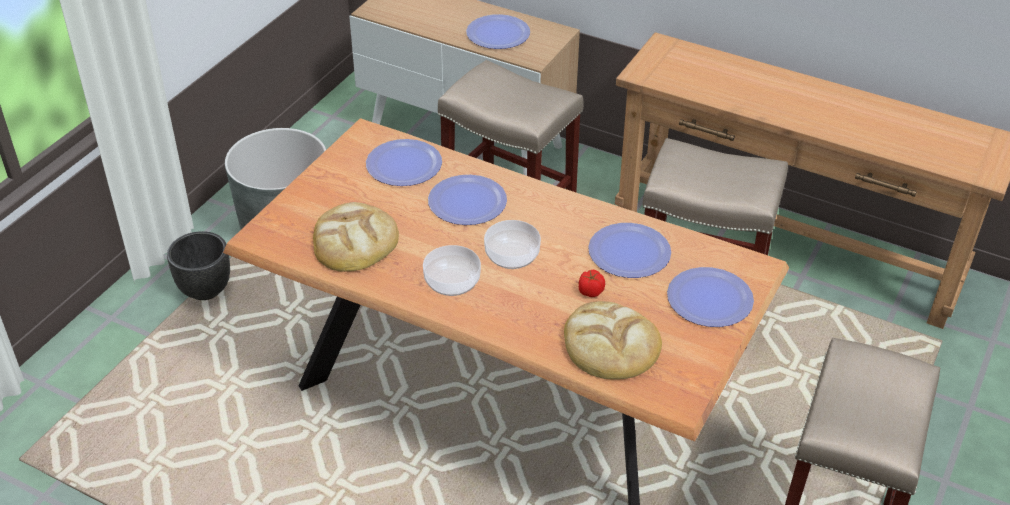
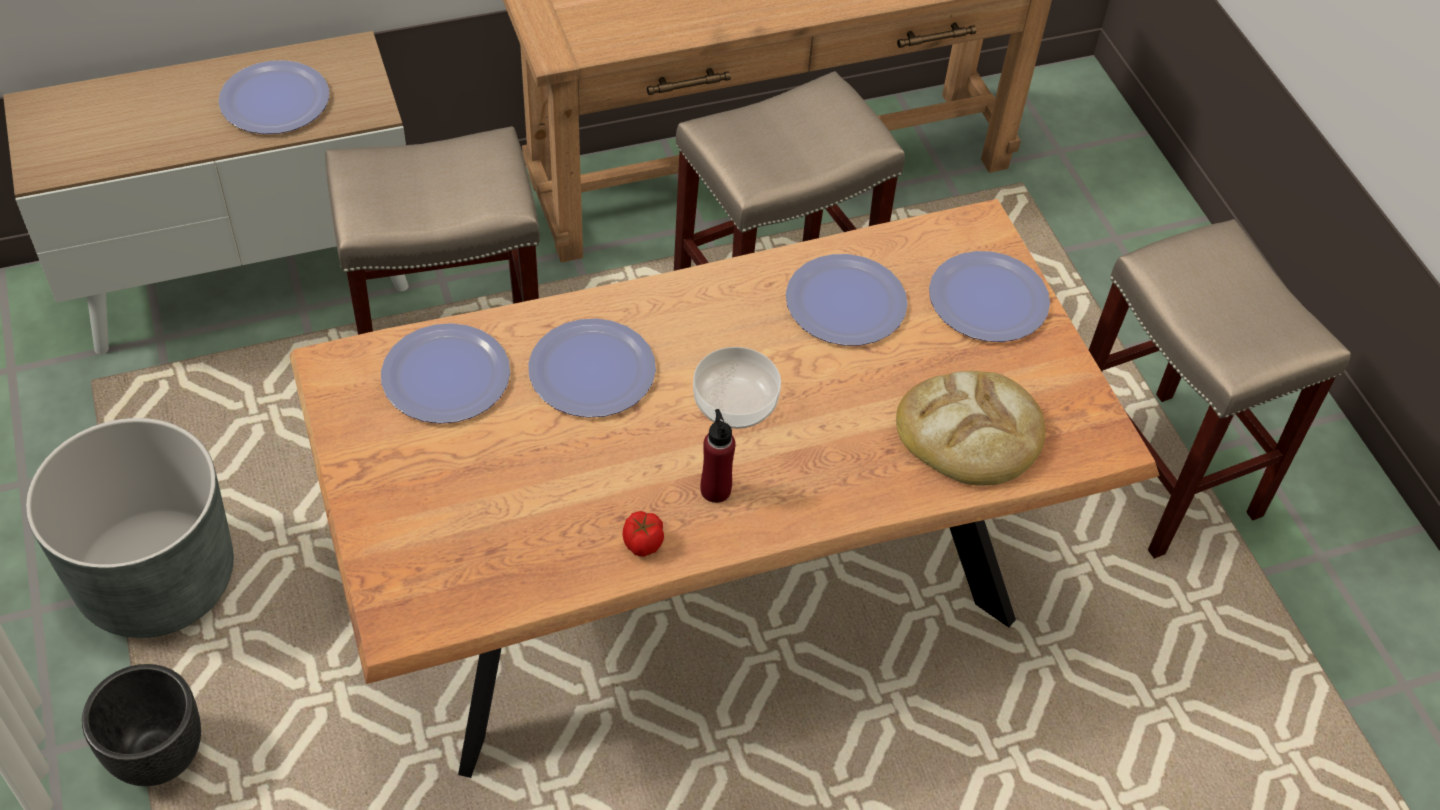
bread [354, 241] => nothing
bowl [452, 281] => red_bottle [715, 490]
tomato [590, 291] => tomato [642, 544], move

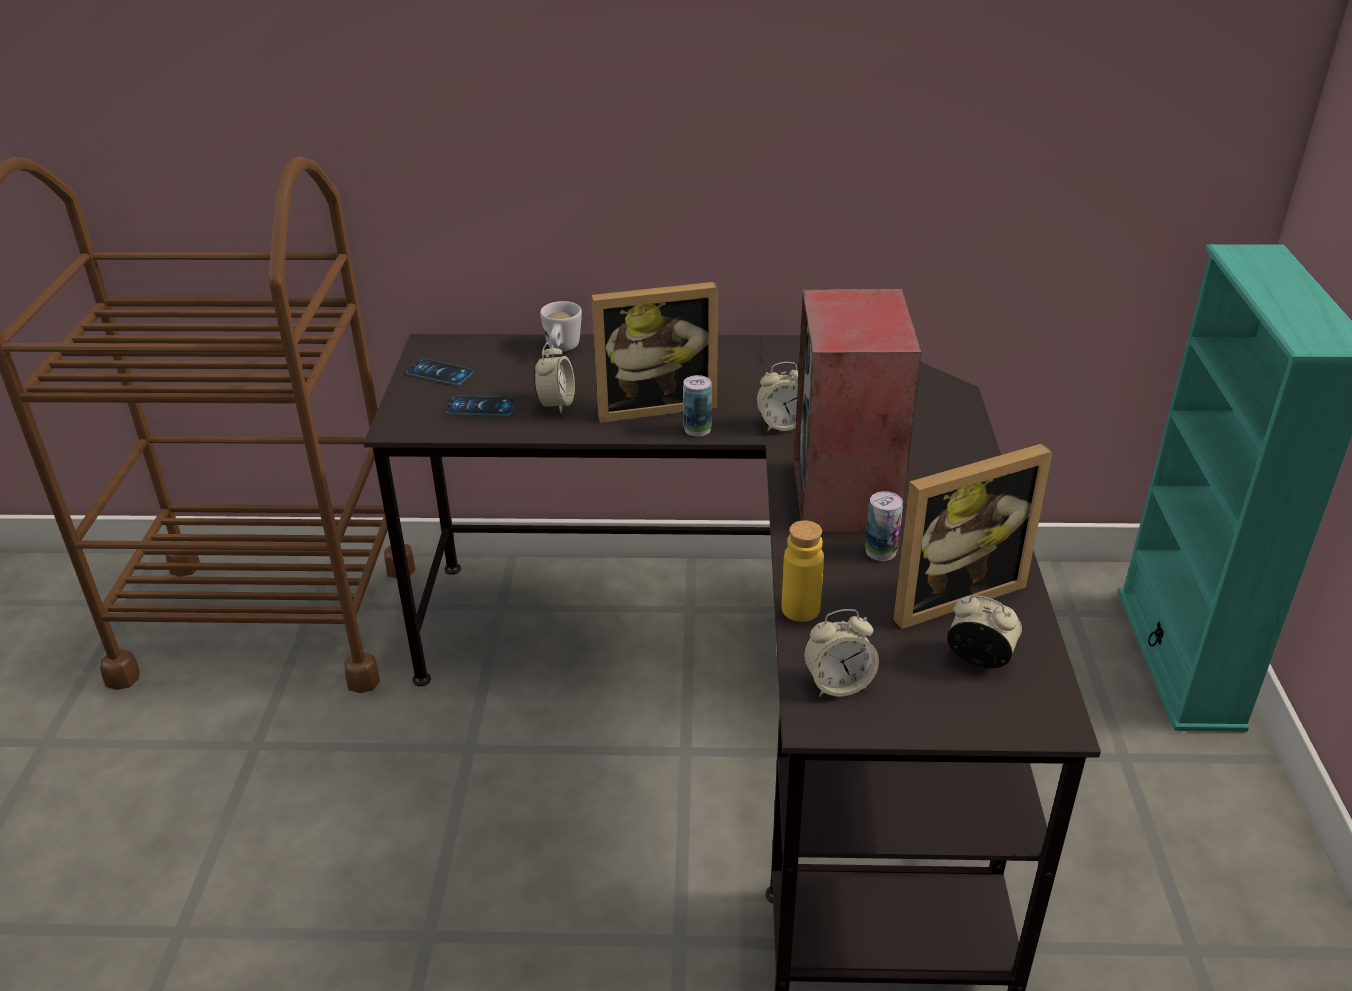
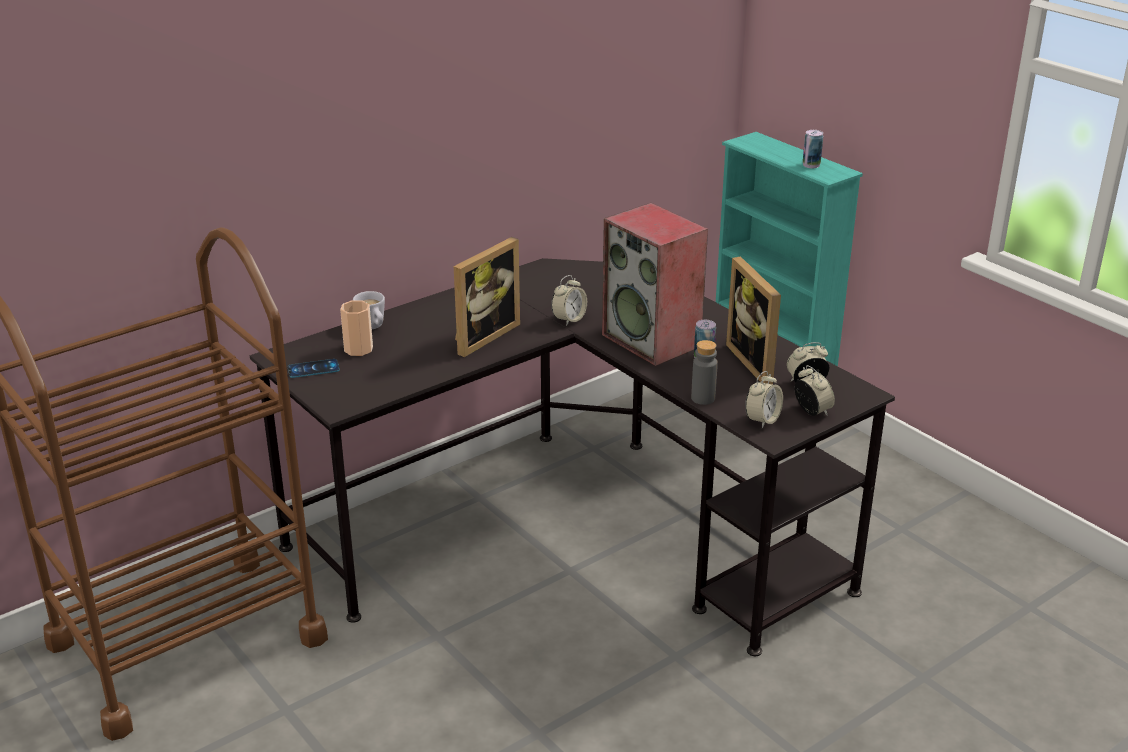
alarm_clock [556, 404] => alarm_clock [812, 411], move
can [697, 429] => can [811, 165], move
phone [480, 406] => nothing
picture_frame [950, 593] => picture_frame [758, 363], 135 degrees clockwise
yellow_bottle [800, 609] => grey_bottle [703, 398]
nothing => cup [358, 349]

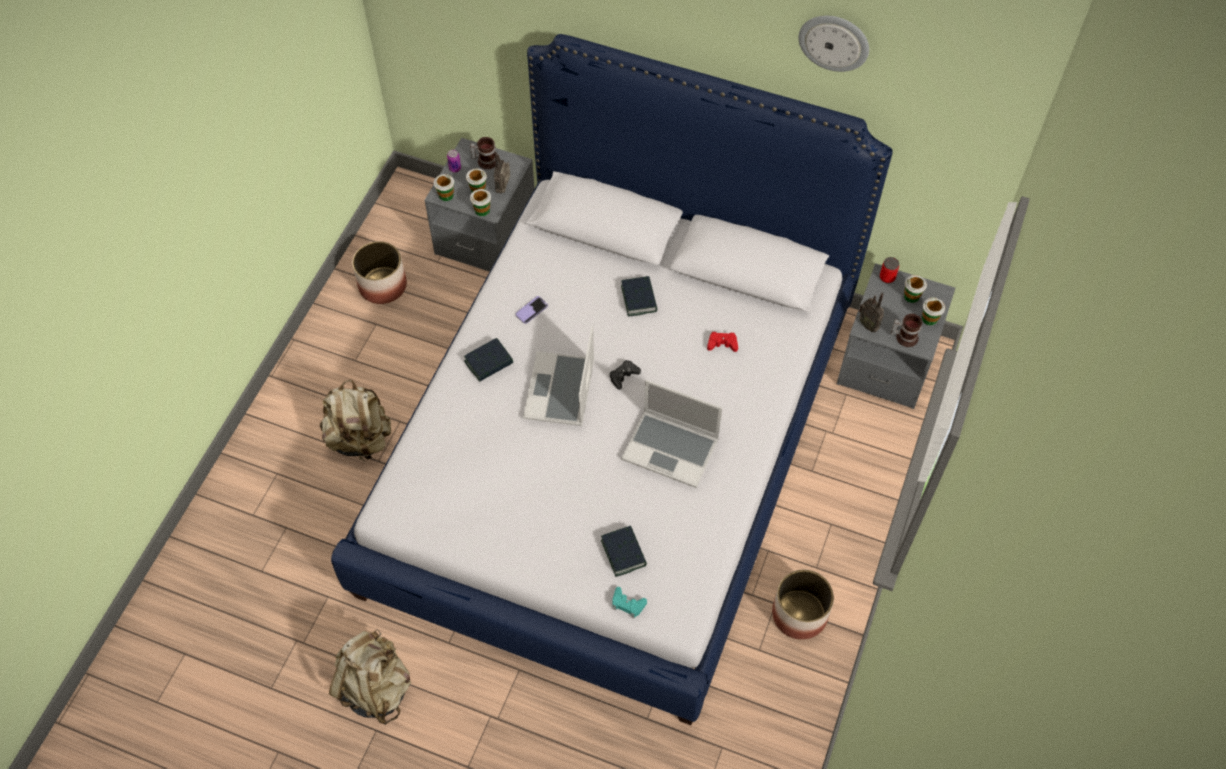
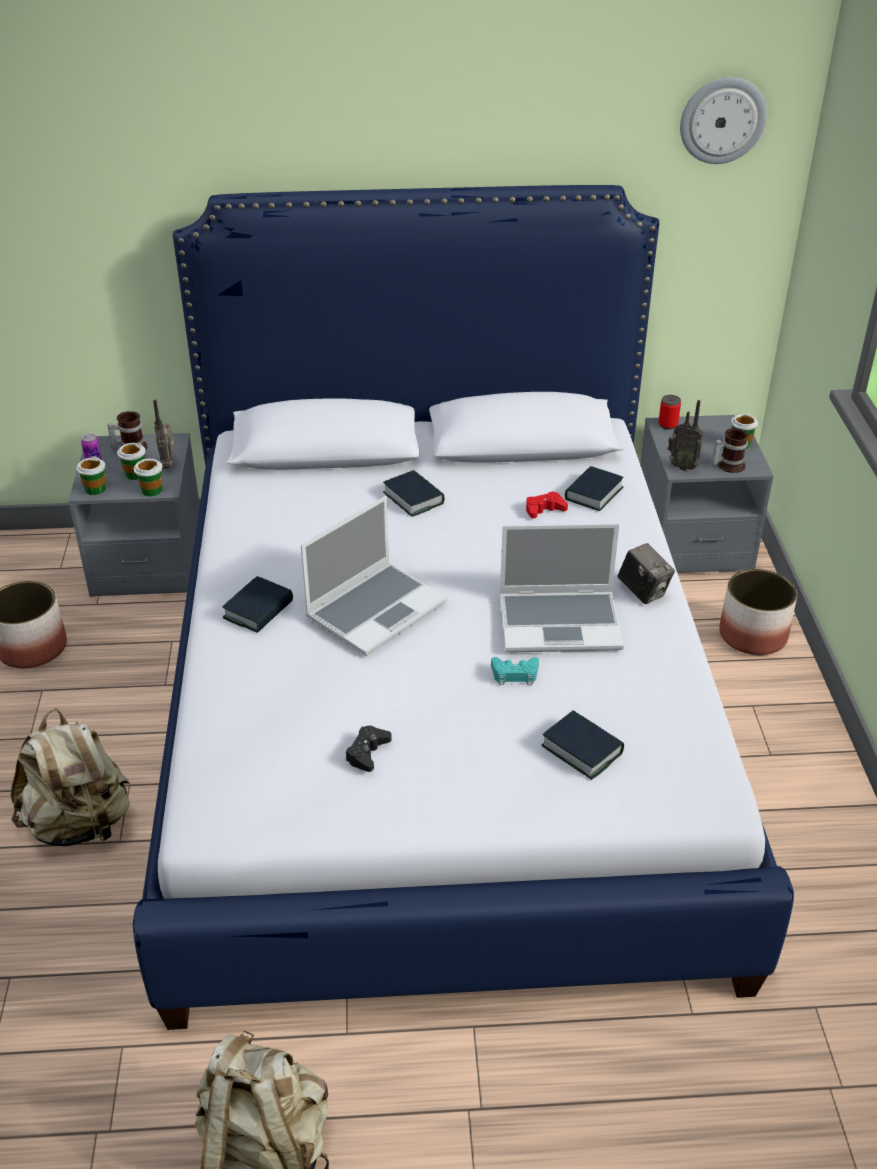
wall_clock [834, 42] => wall_clock [722, 120], move
cup [911, 296] => nothing
phone [531, 310] => nothing
laptop [560, 391] => laptop [376, 609], 120 degrees counterclockwise
black_game_controller [623, 376] => black_game_controller [367, 752], move
planter [800, 614] => planter [753, 635], move
turquoise_game_controller [627, 604] => turquoise_game_controller [515, 674], move
nothing => book [593, 494]
nothing => photo_camera [643, 591]

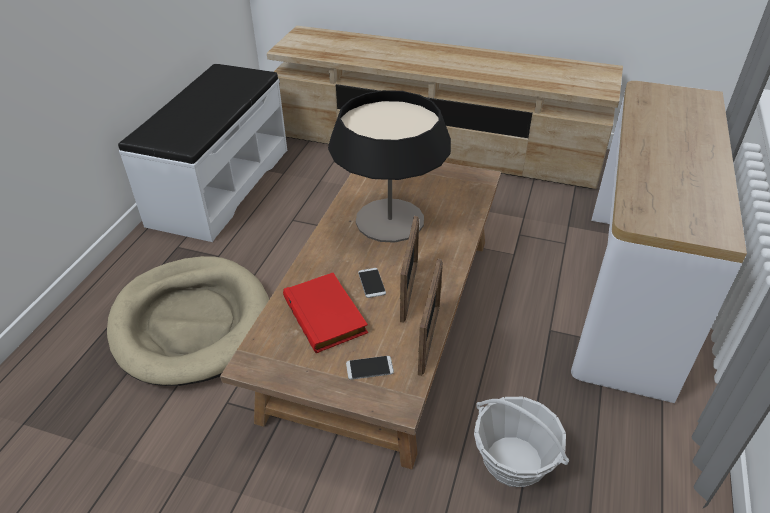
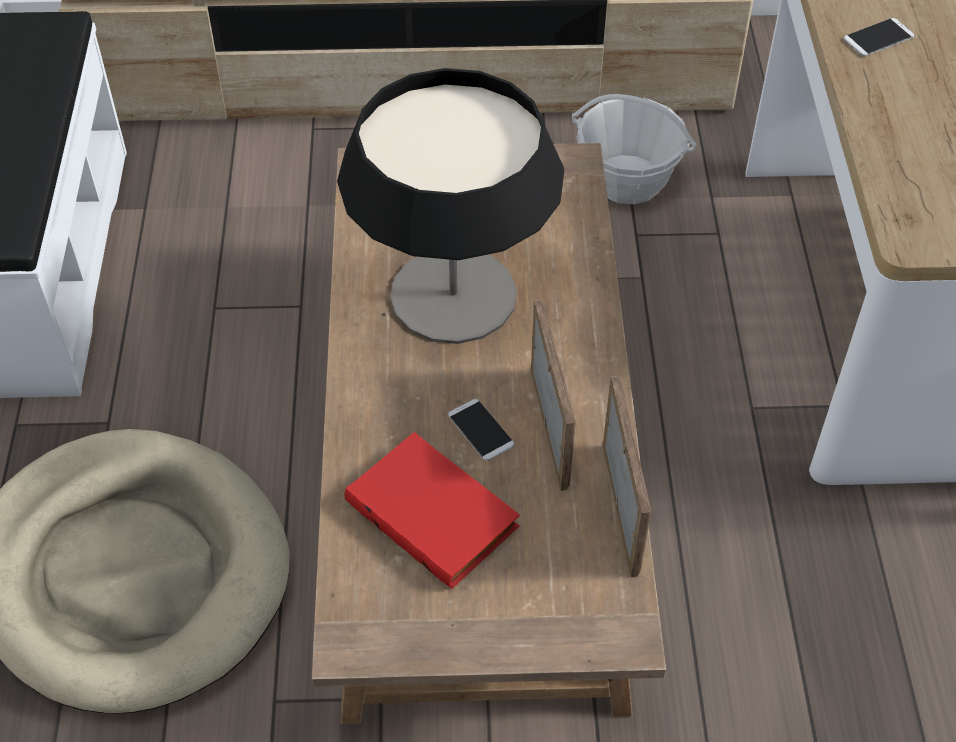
phone [369, 368] => phone [878, 38], move
basket [513, 461] => basket [627, 179], move

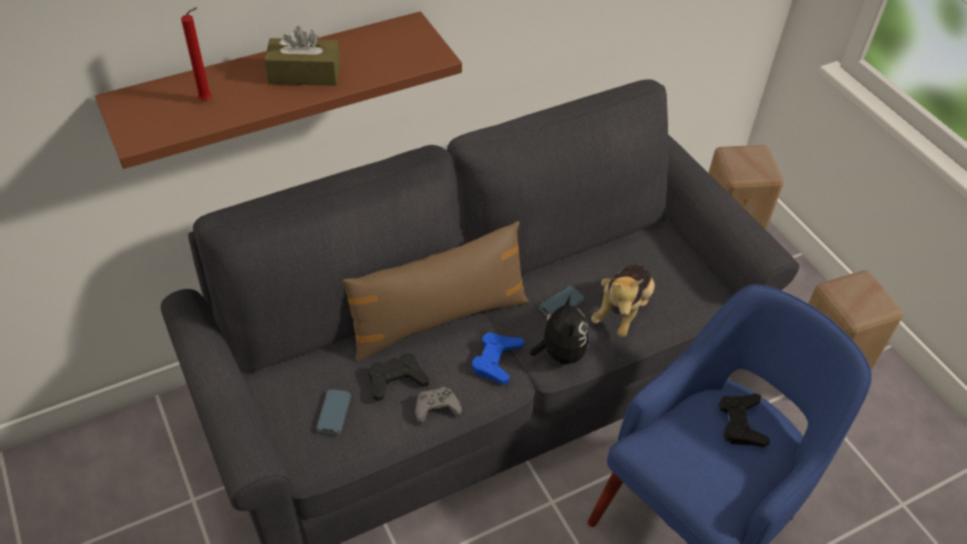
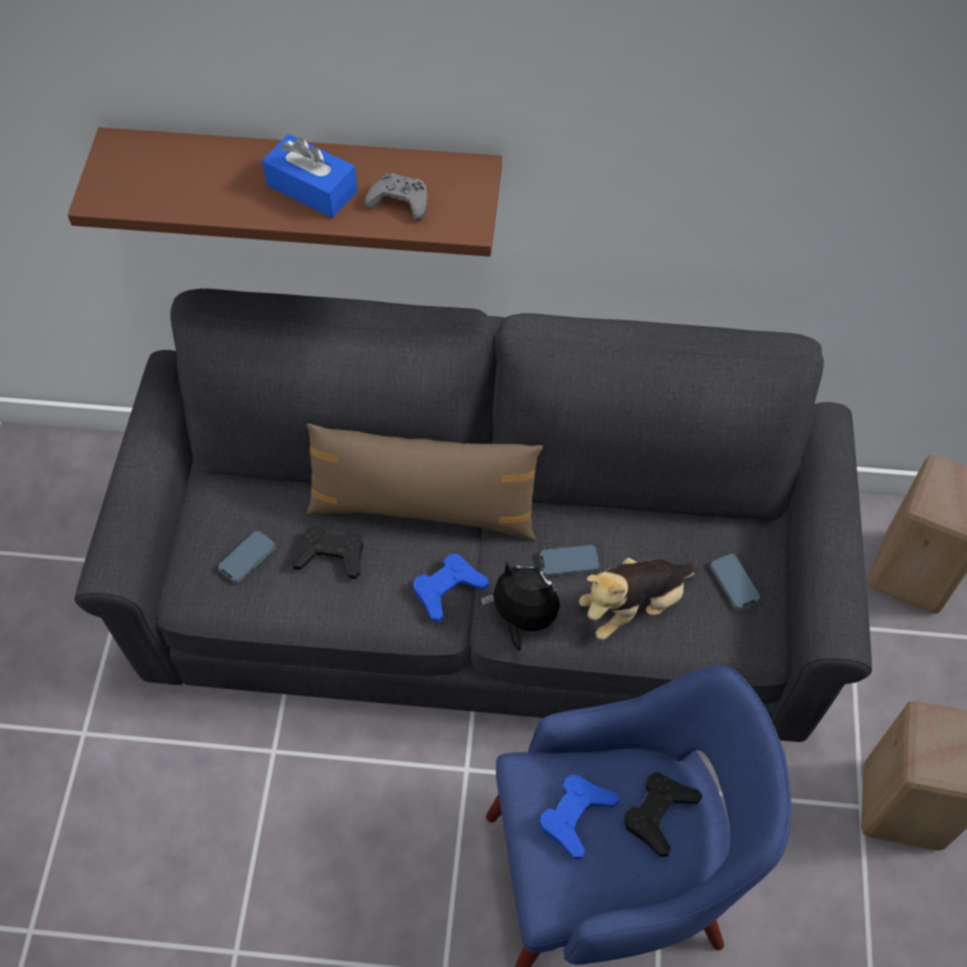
red_candle [208, 100] => nothing
brown_tissue_box [304, 74] => blue_tissue_box [312, 188]
plush_toy [560, 353] => plush_toy [522, 618], 90 degrees counterclockwise
grey_game_controller [436, 408] => grey_game_controller [400, 202], move
nothing => phone [734, 583]
nothing => blue_game_controller [576, 816]

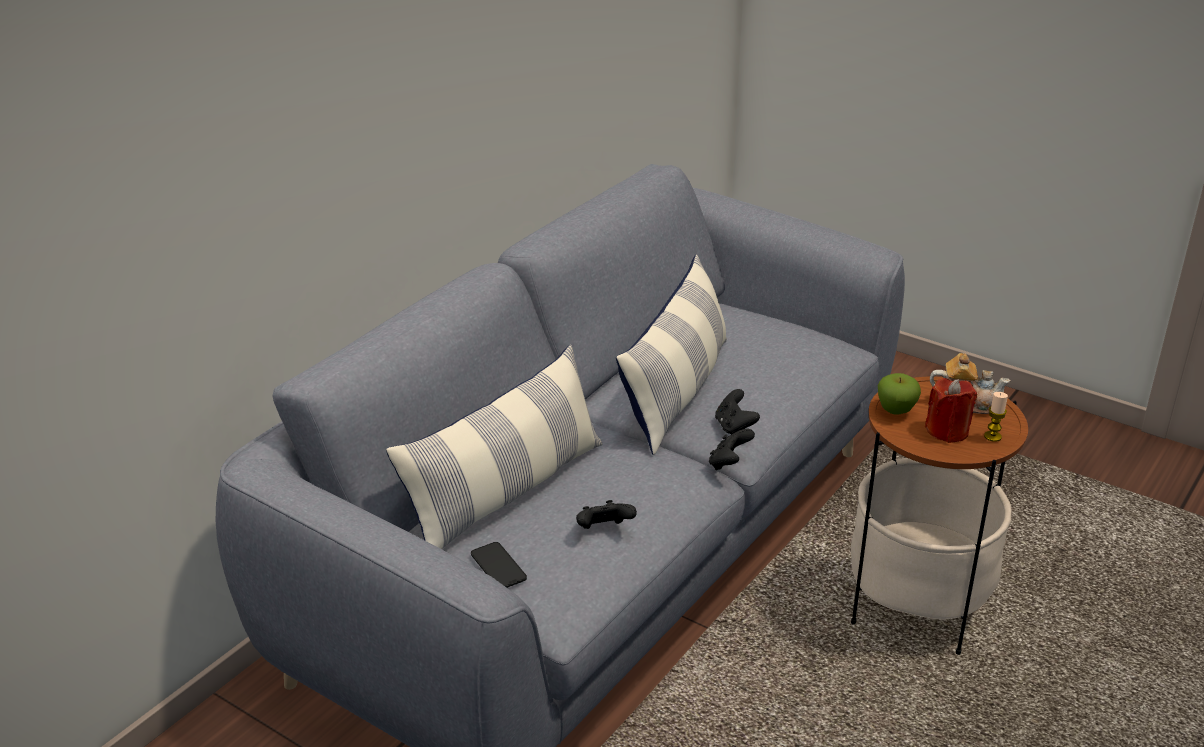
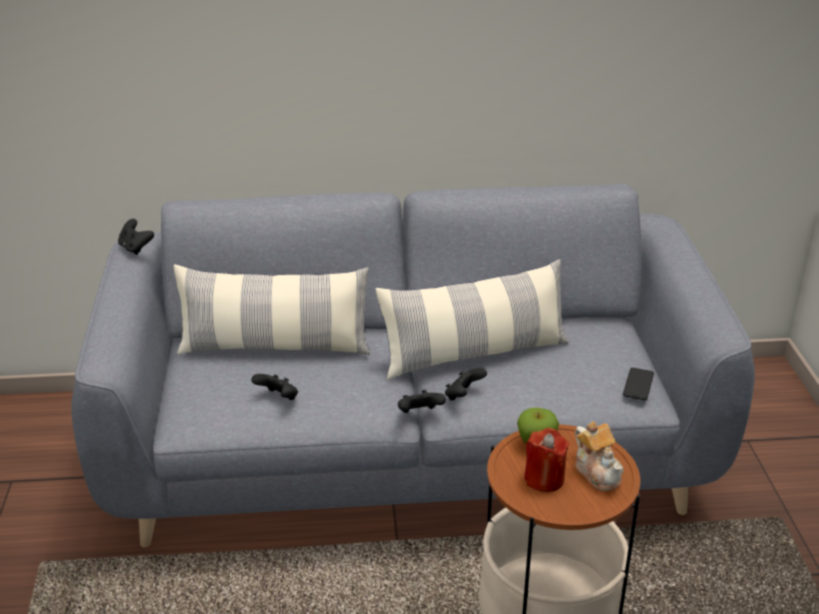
candle [992, 436] => nothing
phone [498, 566] => phone [638, 384], move
nothing => black_game_controller [136, 248]

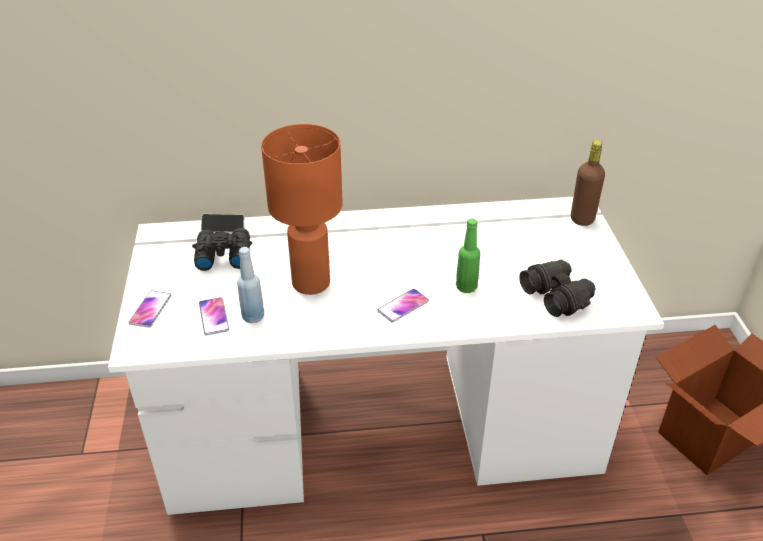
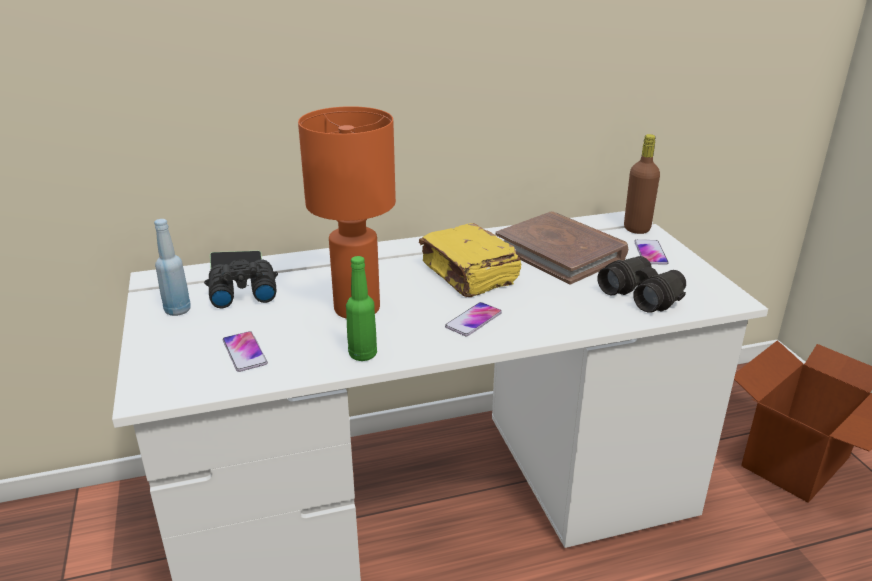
green_bottle [466, 287] => green_bottle [363, 354], move
blue_bottle [253, 316] => blue_bottle [178, 310], move
phone [150, 309] => phone [650, 253], move
nothing => brown_book [561, 252]
nothing => yellow_book [469, 275]

